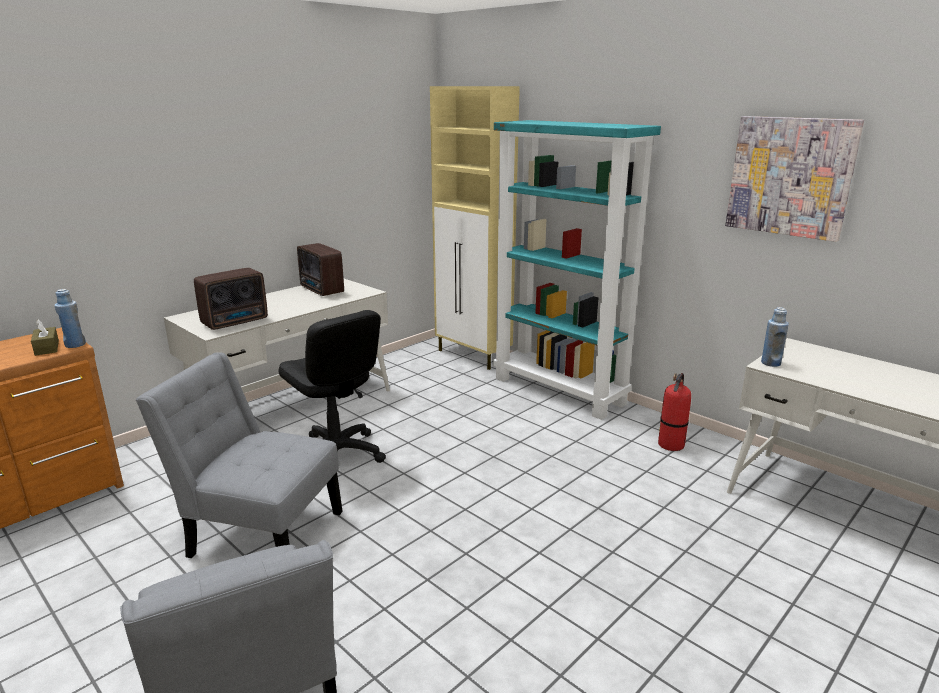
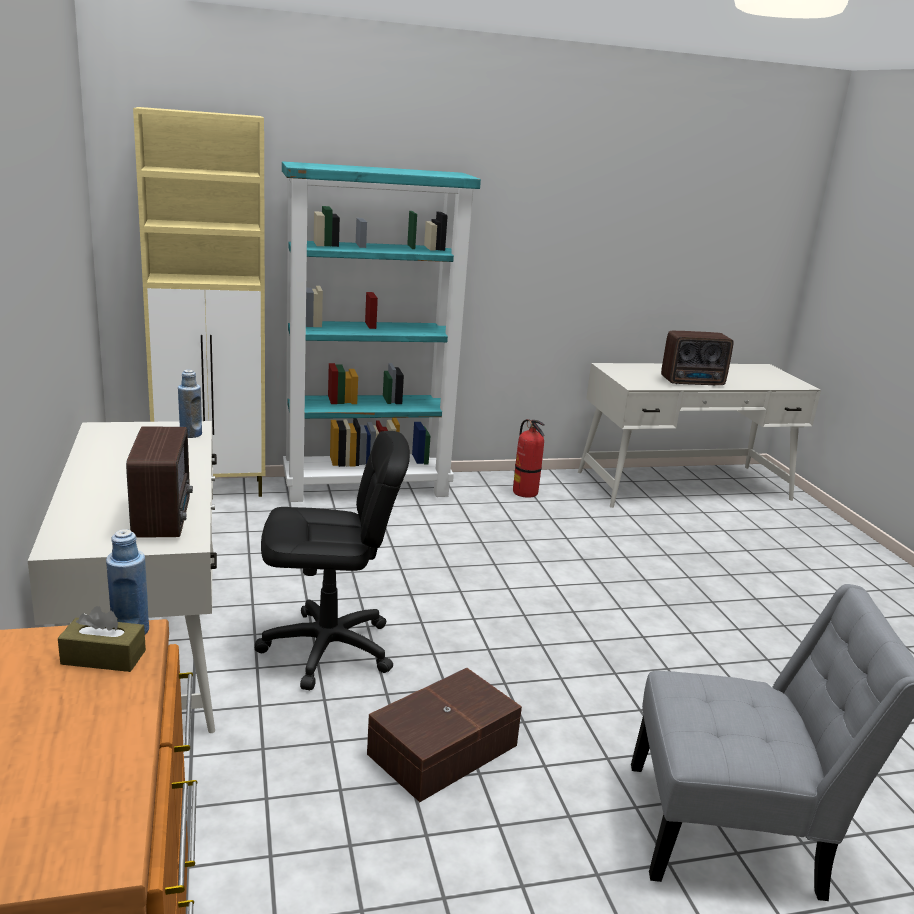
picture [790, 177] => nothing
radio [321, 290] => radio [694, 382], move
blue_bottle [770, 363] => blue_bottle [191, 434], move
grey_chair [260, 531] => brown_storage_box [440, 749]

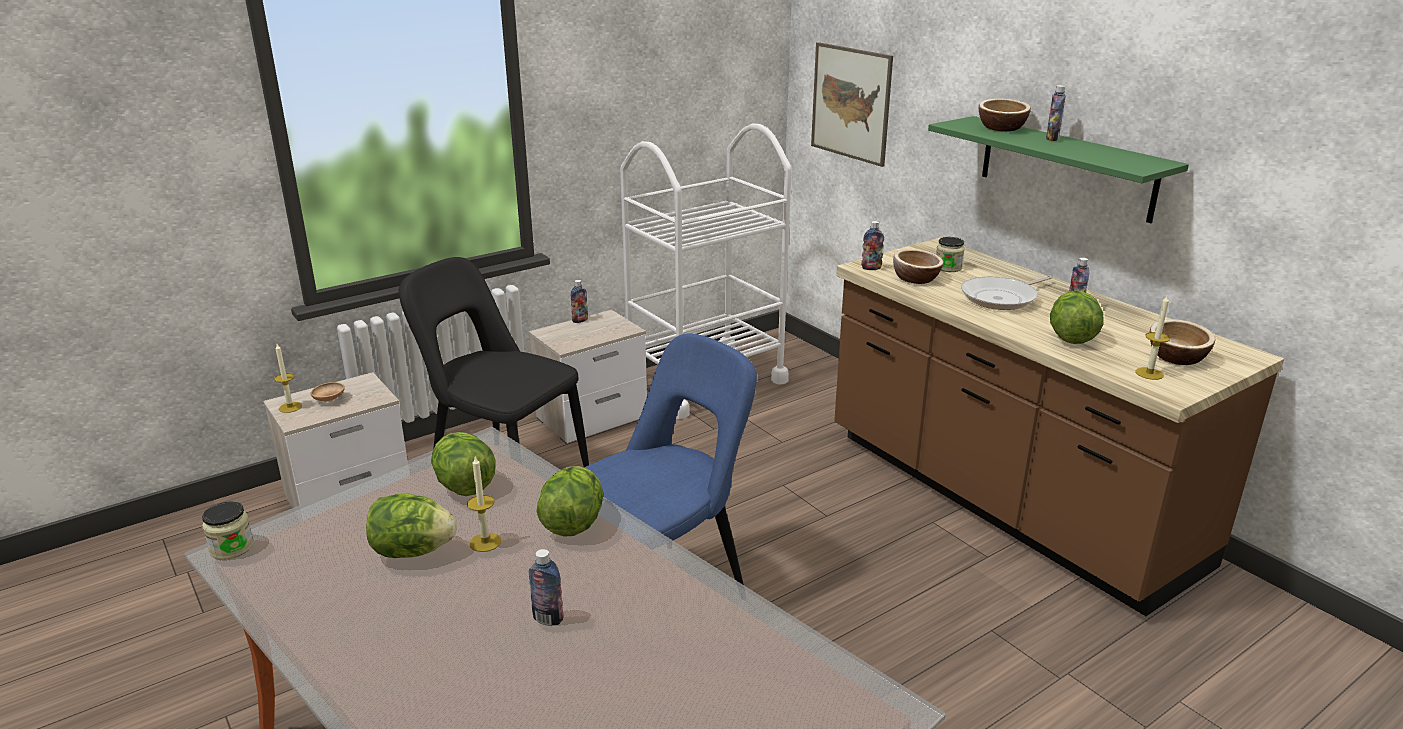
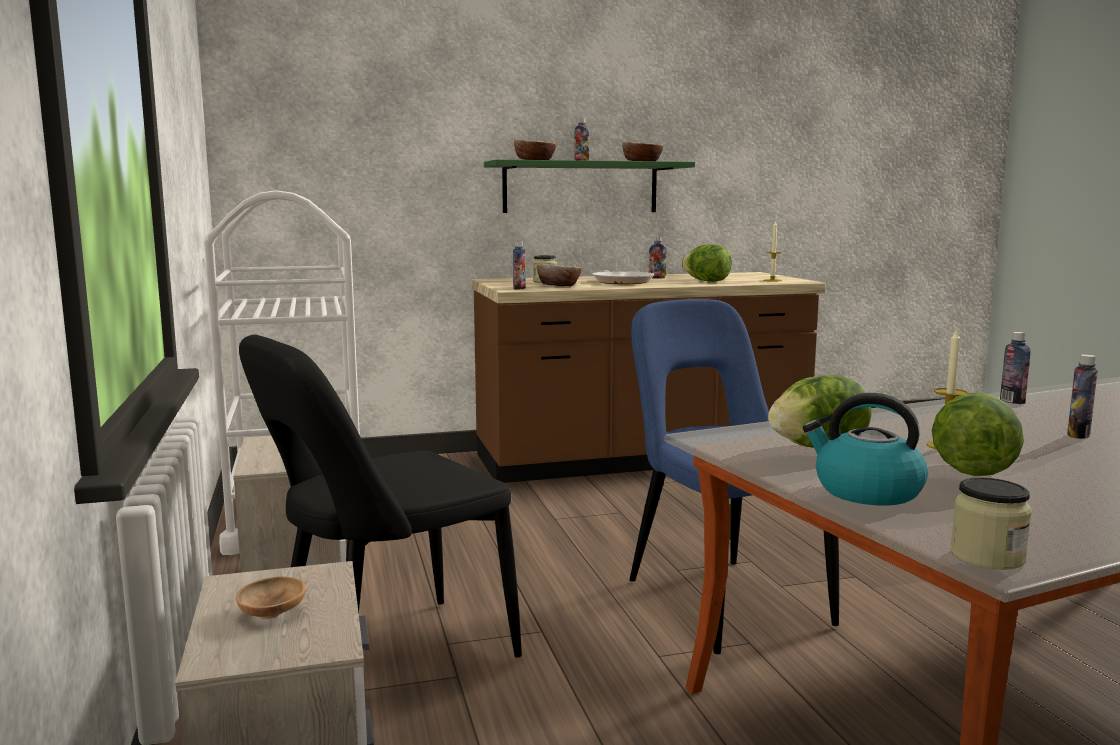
picture [850, 103] => nothing
bottle [580, 320] => bottle [1012, 401], move
bowl [1176, 357] => bowl [642, 162], move
candle [290, 407] => nothing
lettuce [573, 524] => nothing
nothing => kettle [866, 491]

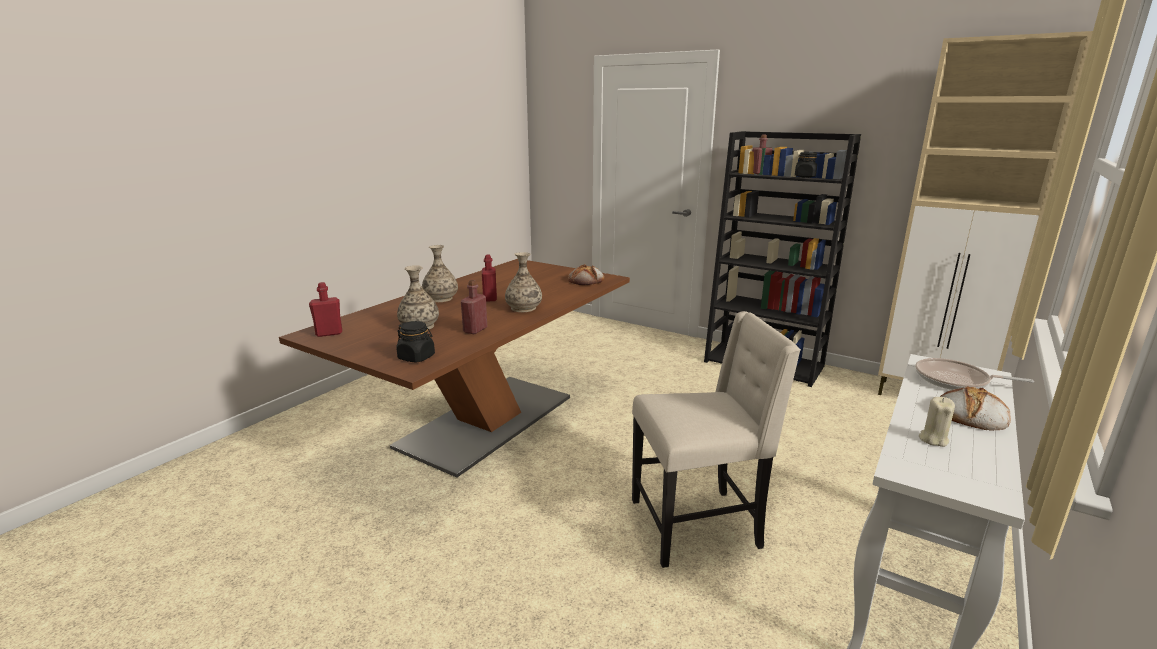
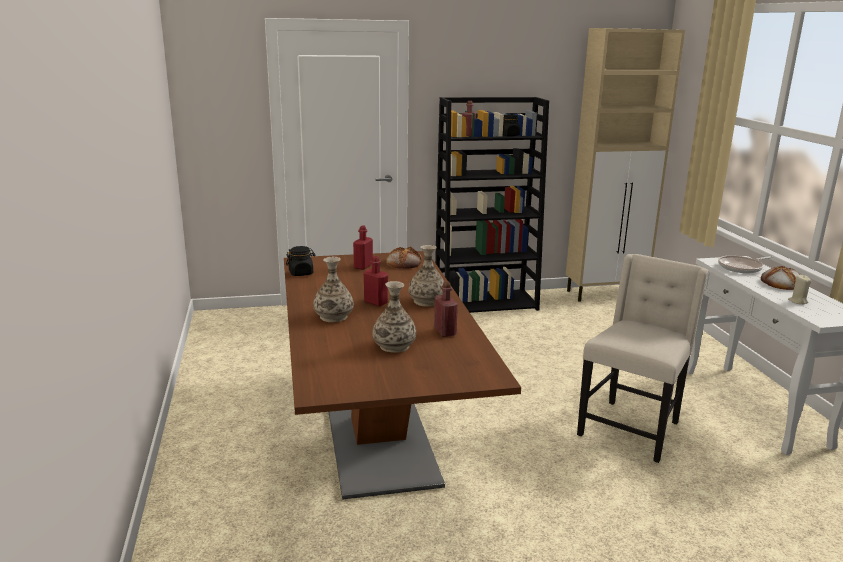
red_bottle [329, 333] => red_bottle [363, 266], move
black_jar [416, 357] => black_jar [301, 273], move

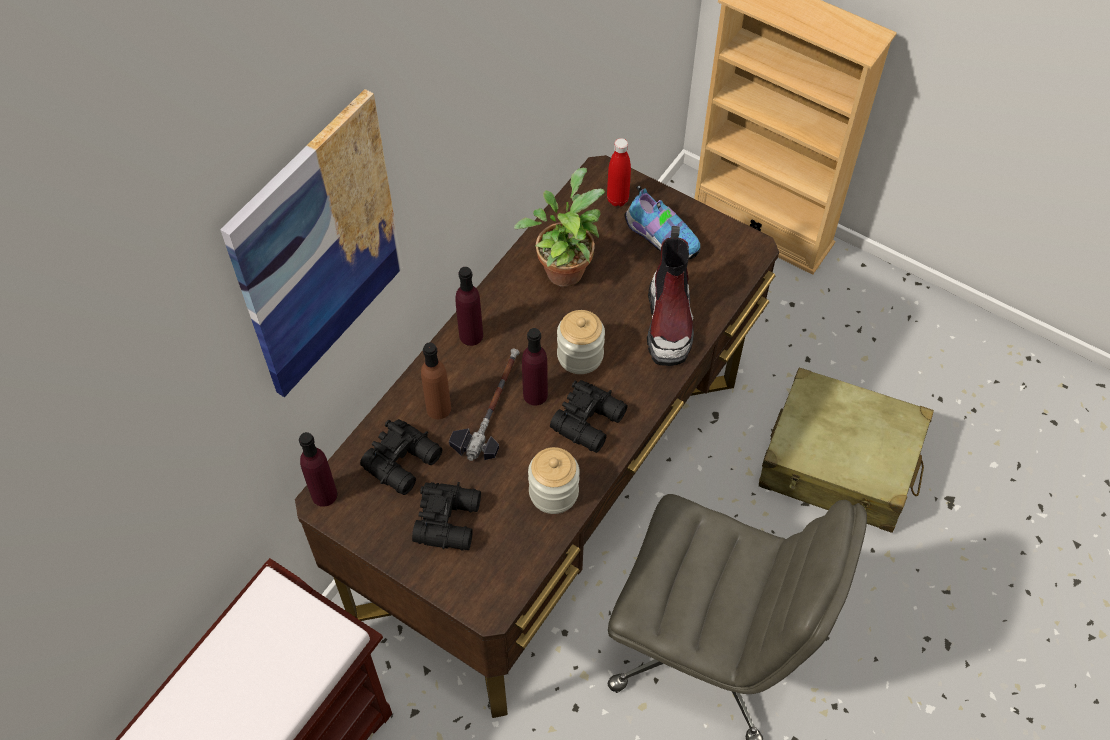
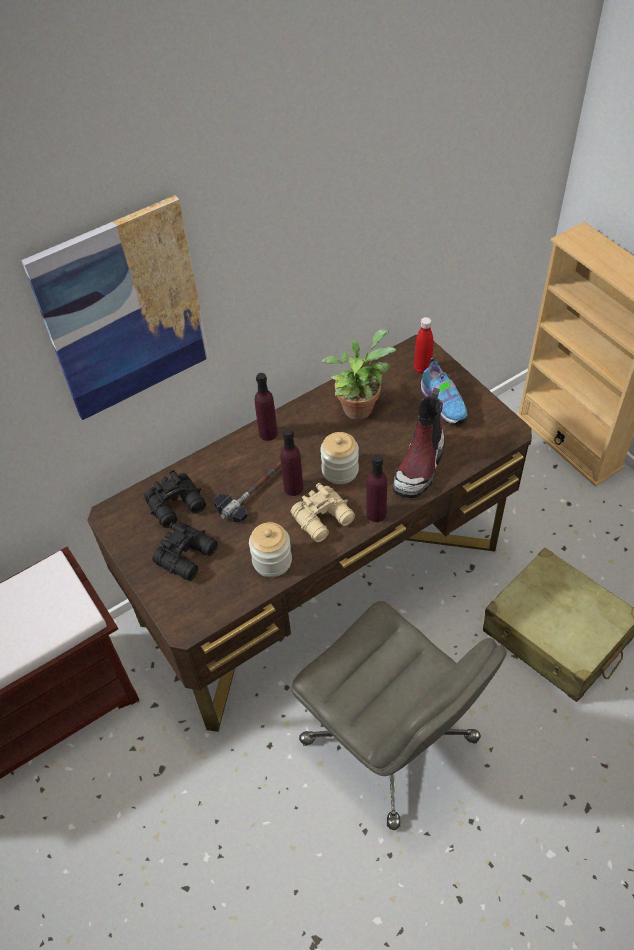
brown_bottle [438, 408] => nothing
black_binoculars [590, 421] => beige_binoculars [324, 519]
purple_bottle [324, 495] => purple_bottle [376, 514], move

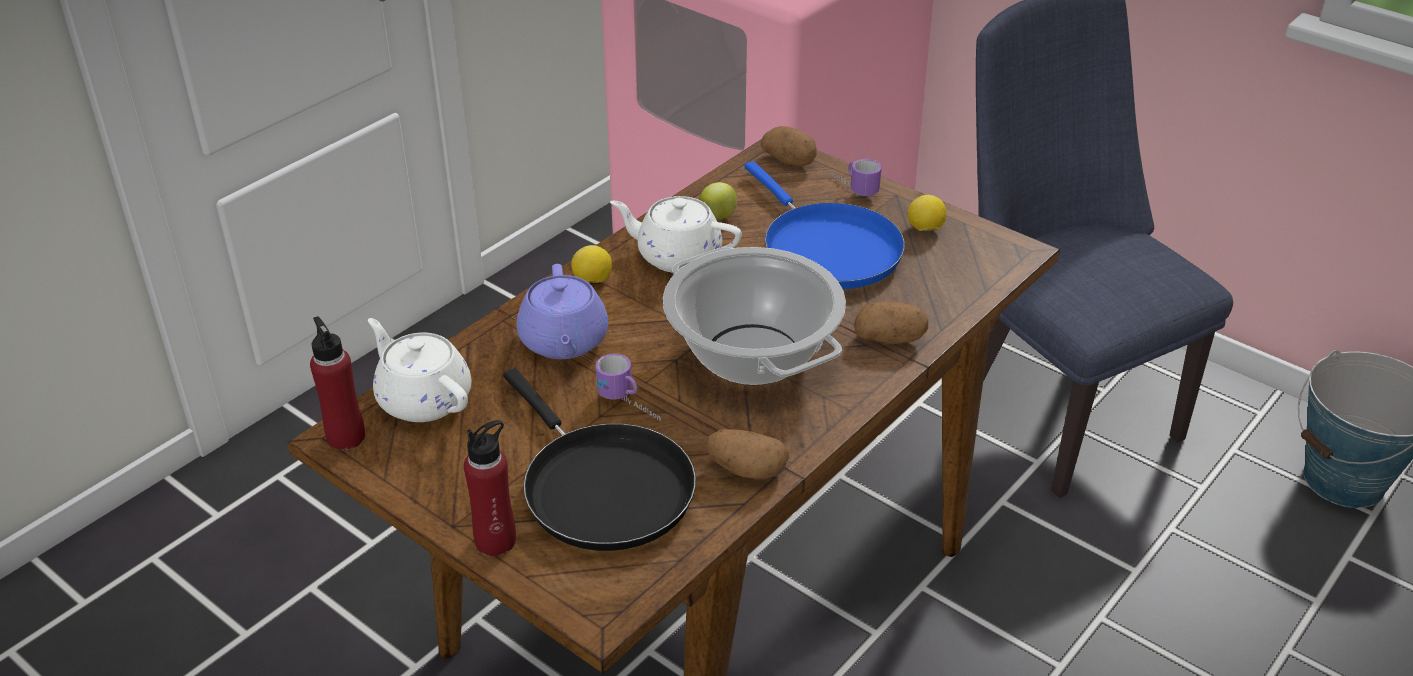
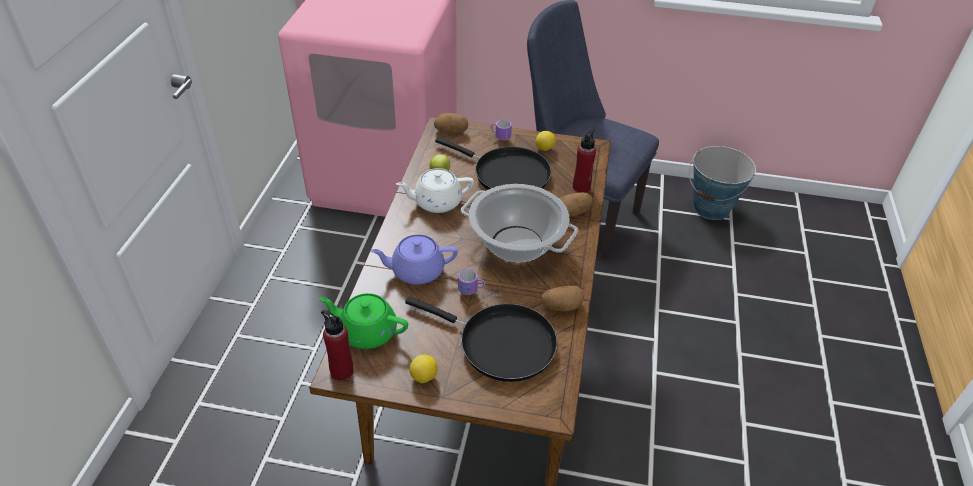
blue_frying_pan [826, 248] => black_frying_pan [506, 174]
lemon [592, 281] => lemon [424, 377], move
purple_teapot [563, 341] => purple_teapot [416, 271], 120 degrees clockwise
white_teapot [423, 398] => green_teapot [366, 332]
red_bottle [495, 541] => red_bottle [581, 187], move

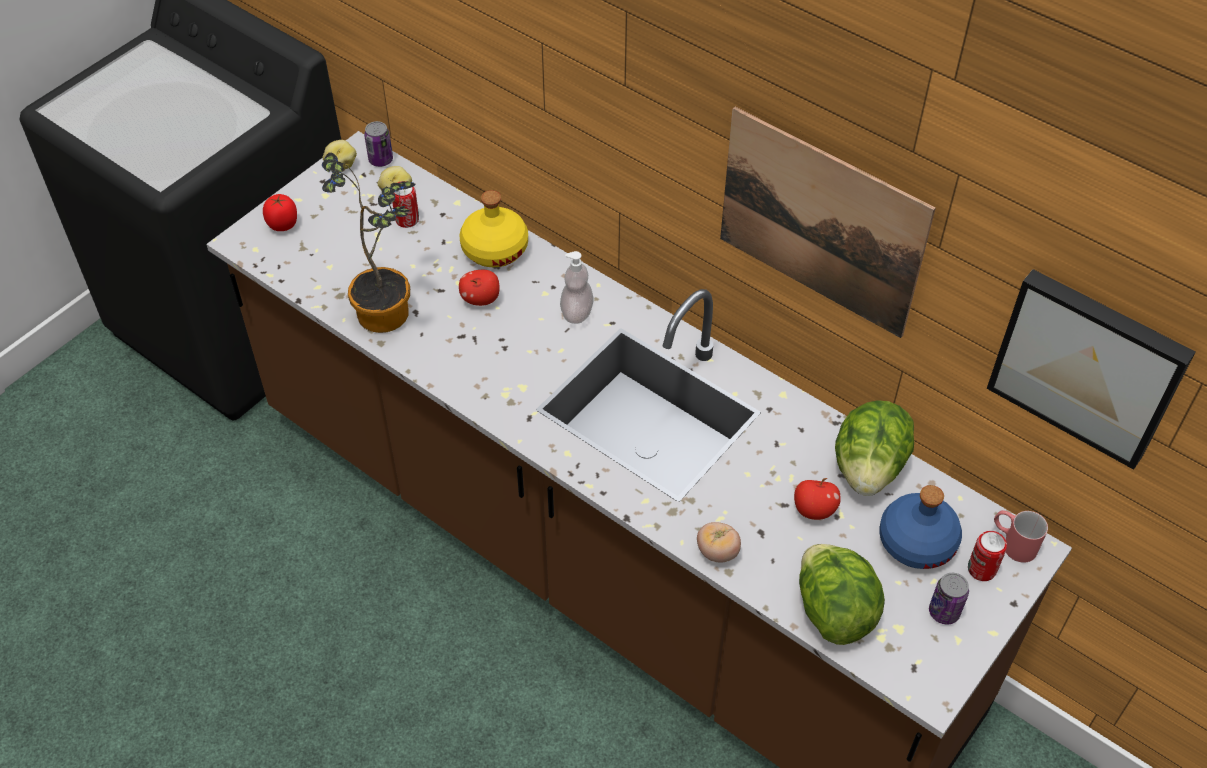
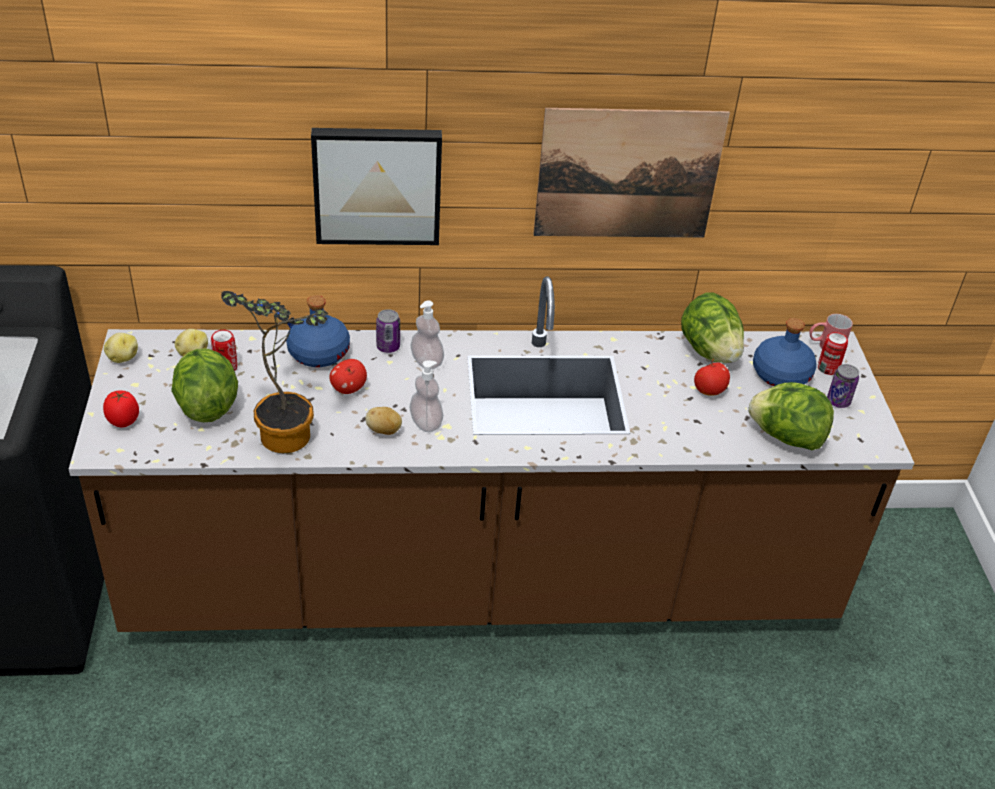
can [381, 160] => can [388, 347], move
yellow_bottle [494, 249] => blue_bottle [318, 353]
picture [1088, 365] => picture [377, 184], move
tomato [717, 552] => nothing
nothing => lettuce [206, 405]
nothing => soap_dispenser [426, 423]
nothing => potato [384, 431]

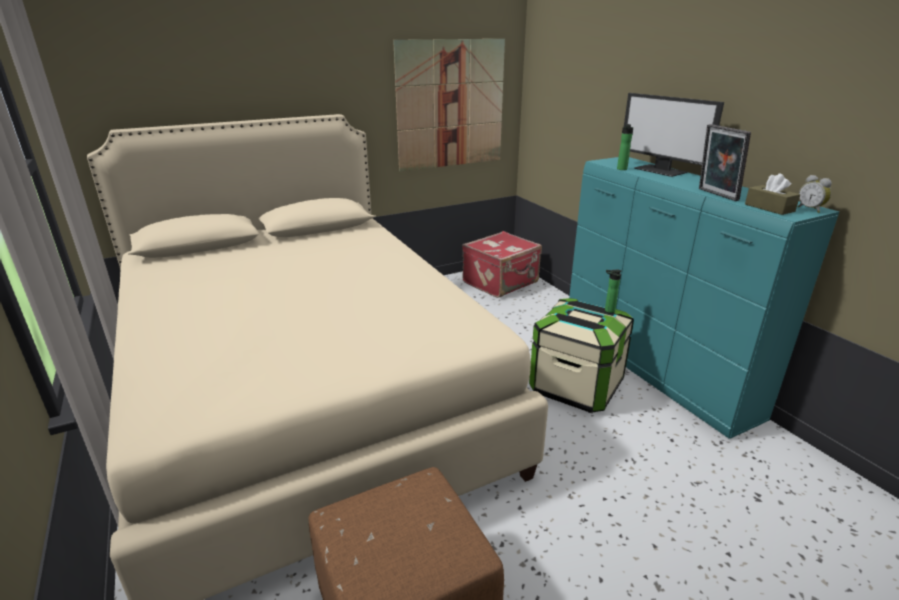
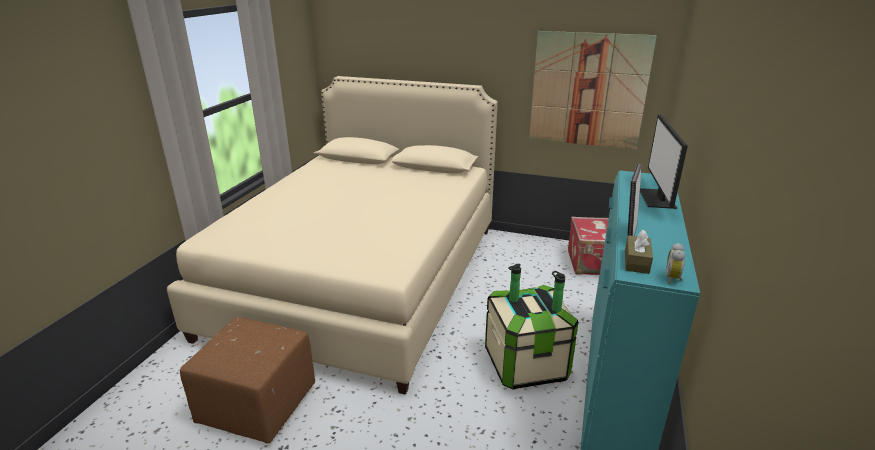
bottle [622, 169] => bottle [512, 300], move

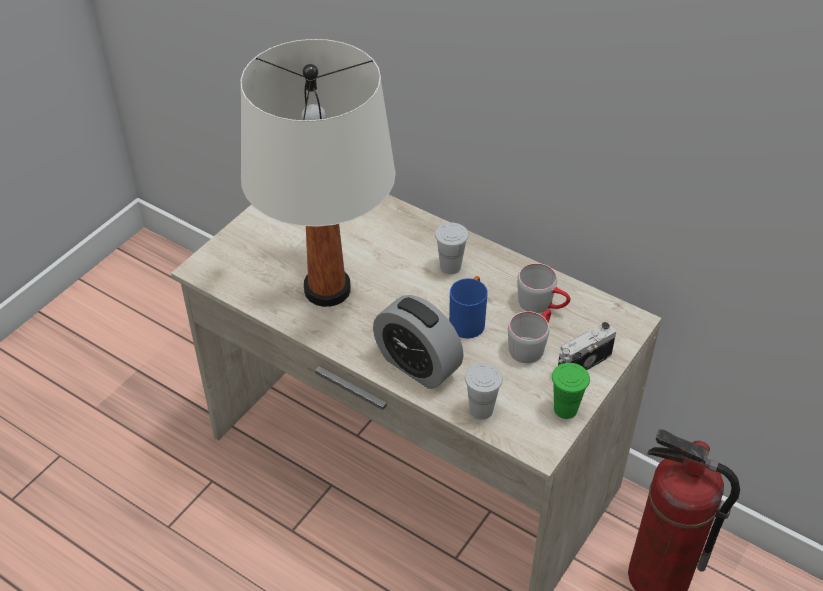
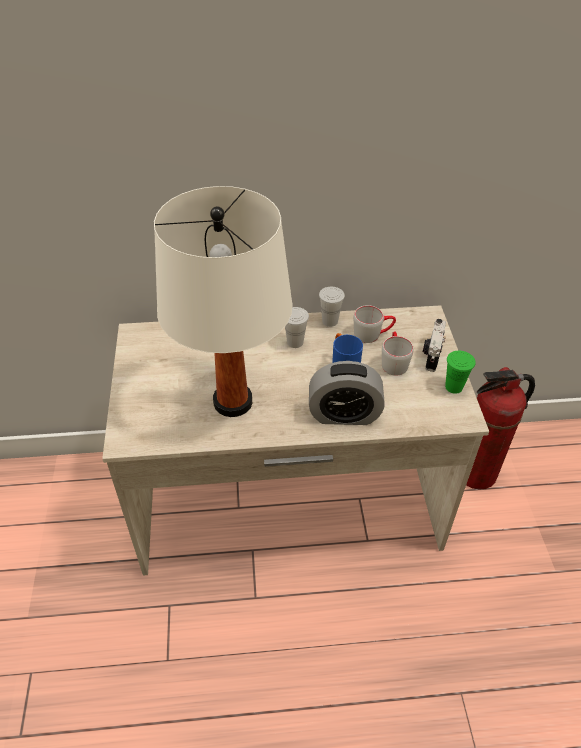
white_cup [481, 410] => white_cup [330, 321], move

